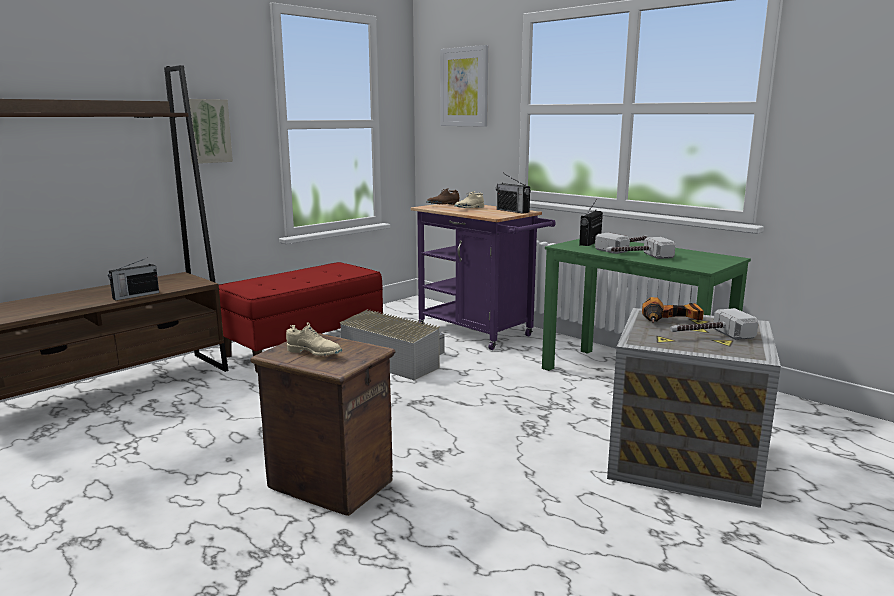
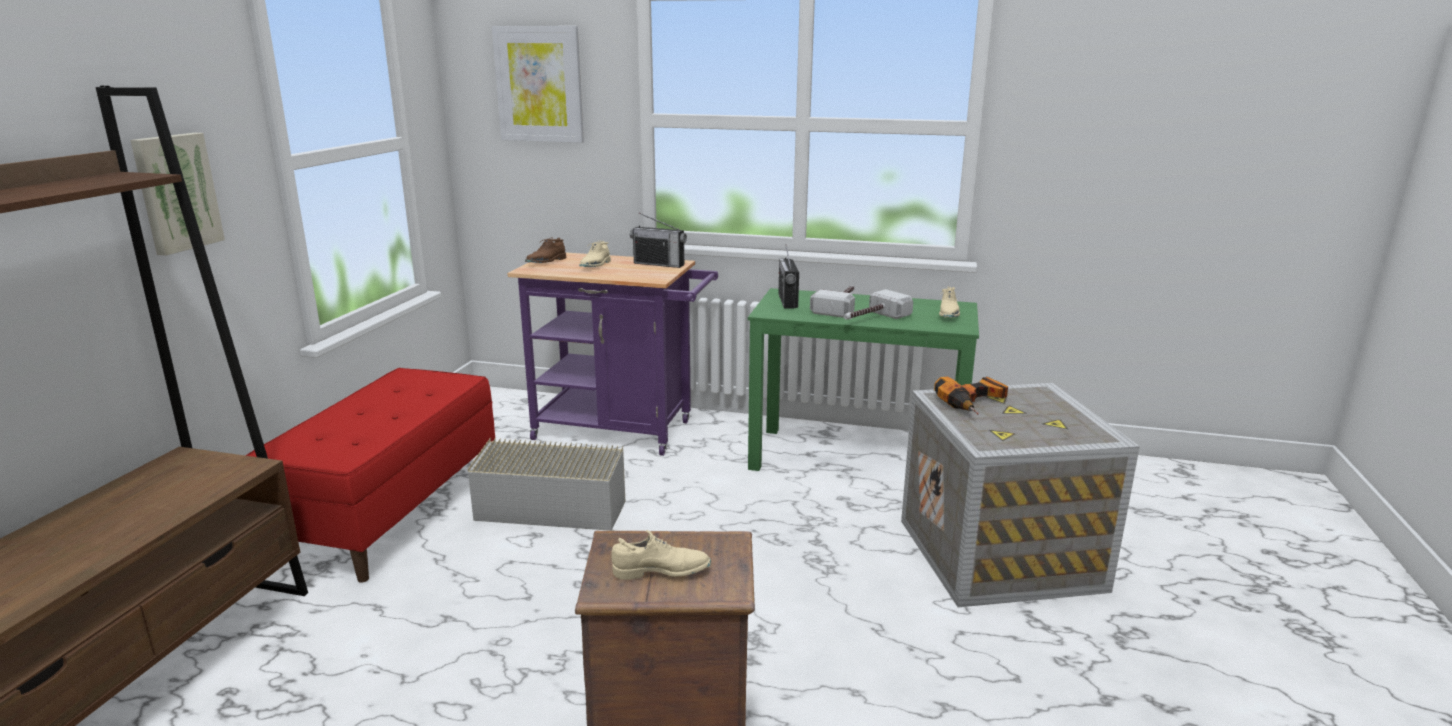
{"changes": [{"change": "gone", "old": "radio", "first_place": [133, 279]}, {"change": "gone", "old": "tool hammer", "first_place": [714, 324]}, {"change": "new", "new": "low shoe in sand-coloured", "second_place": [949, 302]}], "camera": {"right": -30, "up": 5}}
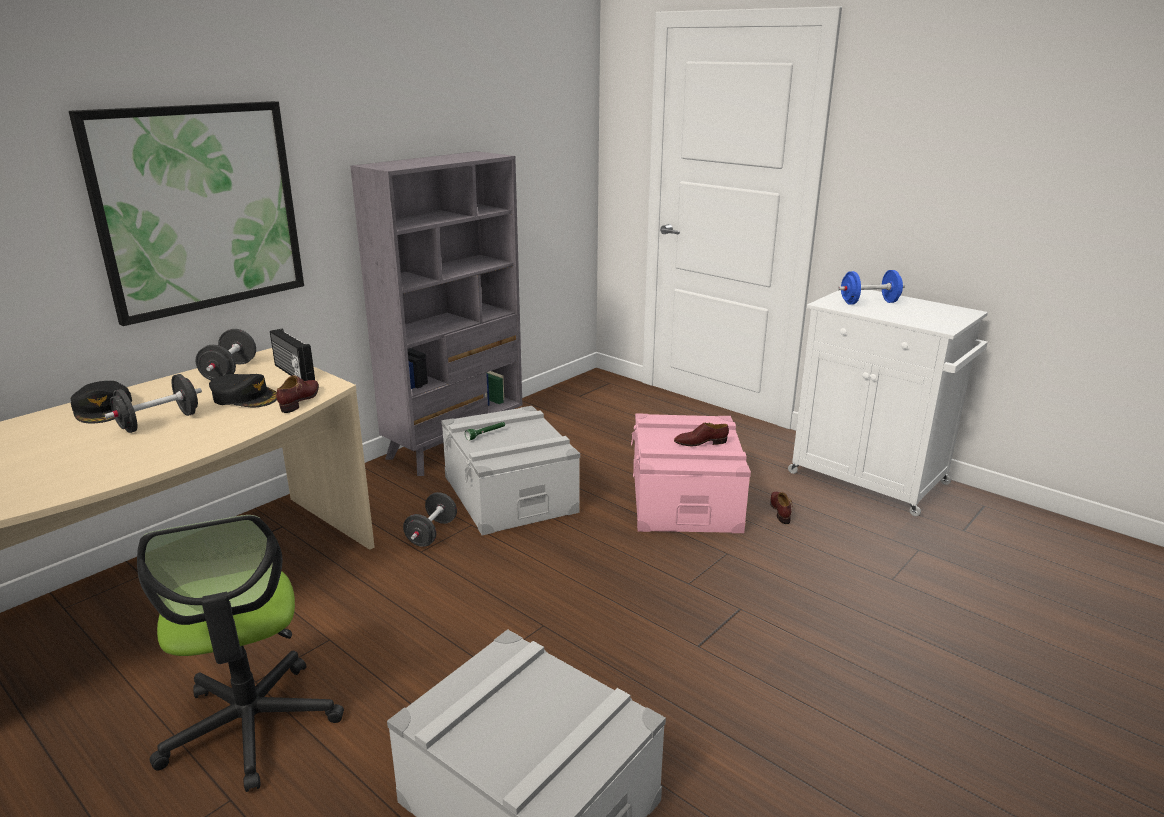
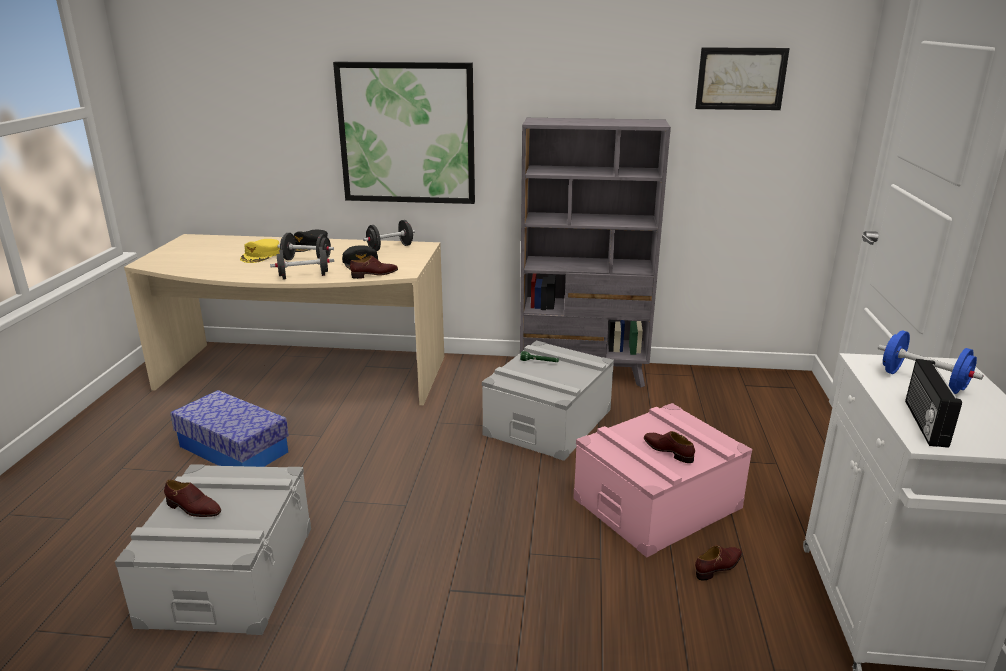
{"changes": [{"change": "shifted", "old": "radio", "first_place": [292, 355], "second_place": [933, 403]}, {"change": "shifted", "old": "free weight in blackish", "first_place": [430, 519], "second_place": [302, 263]}, {"change": "swapped", "old": "office chair", "new": "storage container", "first_place": [240, 653], "second_place": [229, 428]}, {"change": "new", "new": "wall picture", "second_place": [742, 78]}, {"change": "new", "new": "peaked cap in yellow-coloured", "second_place": [260, 251]}, {"change": "new", "new": "low shoe in brownish", "second_place": [192, 498]}], "camera": {"right": 55, "up": 0}}
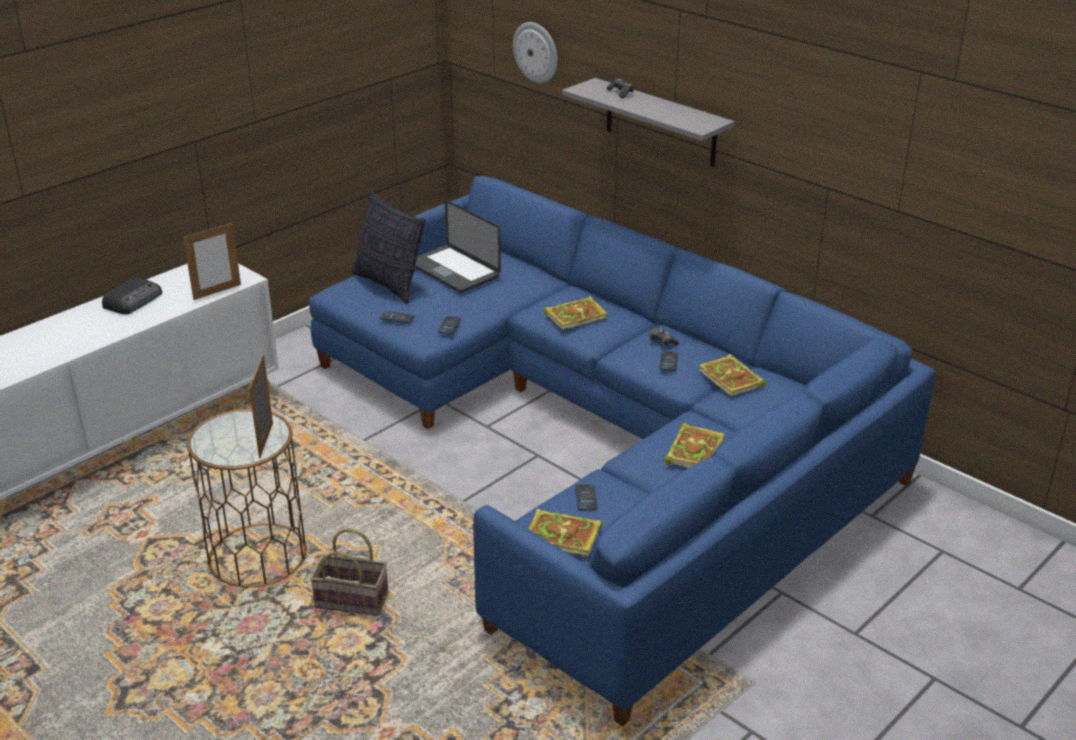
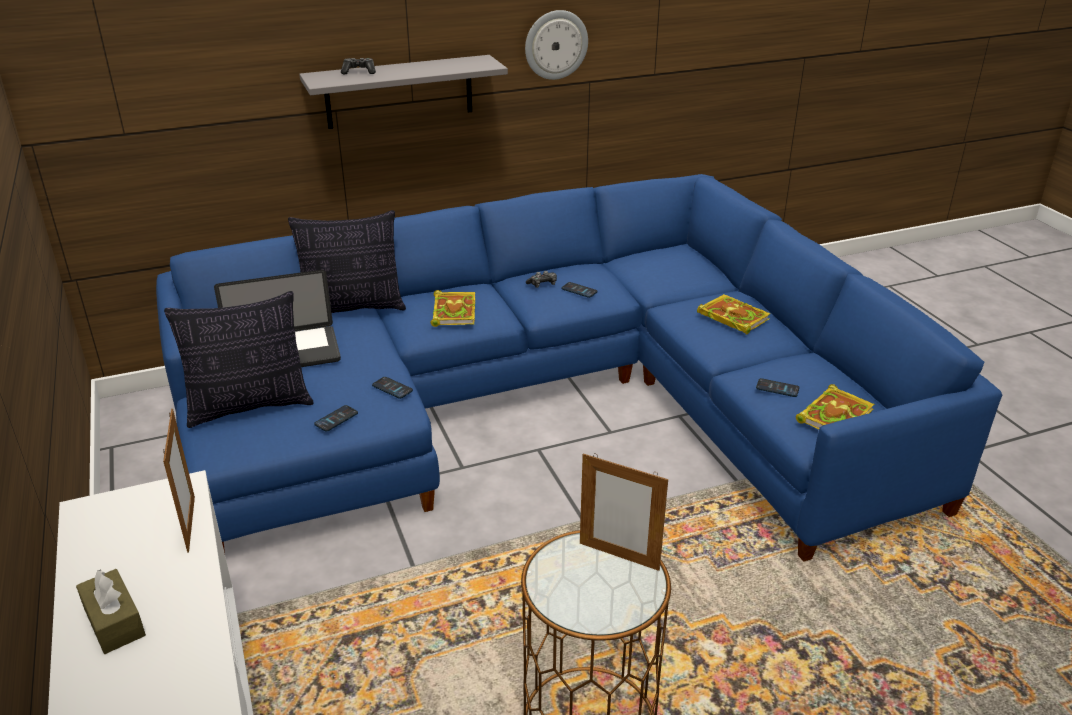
{"changes": [{"change": "shifted", "old": "hanging clock", "first_place": [535, 52], "second_place": [556, 45]}, {"change": "swapped", "old": "radio", "new": "tissue box in brownish", "first_place": [132, 295], "second_place": [111, 611]}, {"change": "gone", "old": "bound book", "first_place": [732, 375]}, {"change": "gone", "old": "household basket", "first_place": [349, 572]}, {"change": "new", "new": "pillow", "second_place": [347, 261]}], "camera": {"right": -65, "up": 0}}
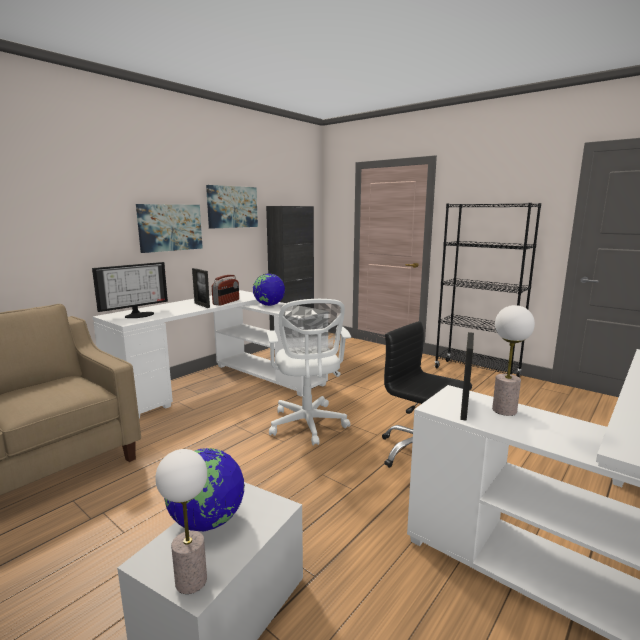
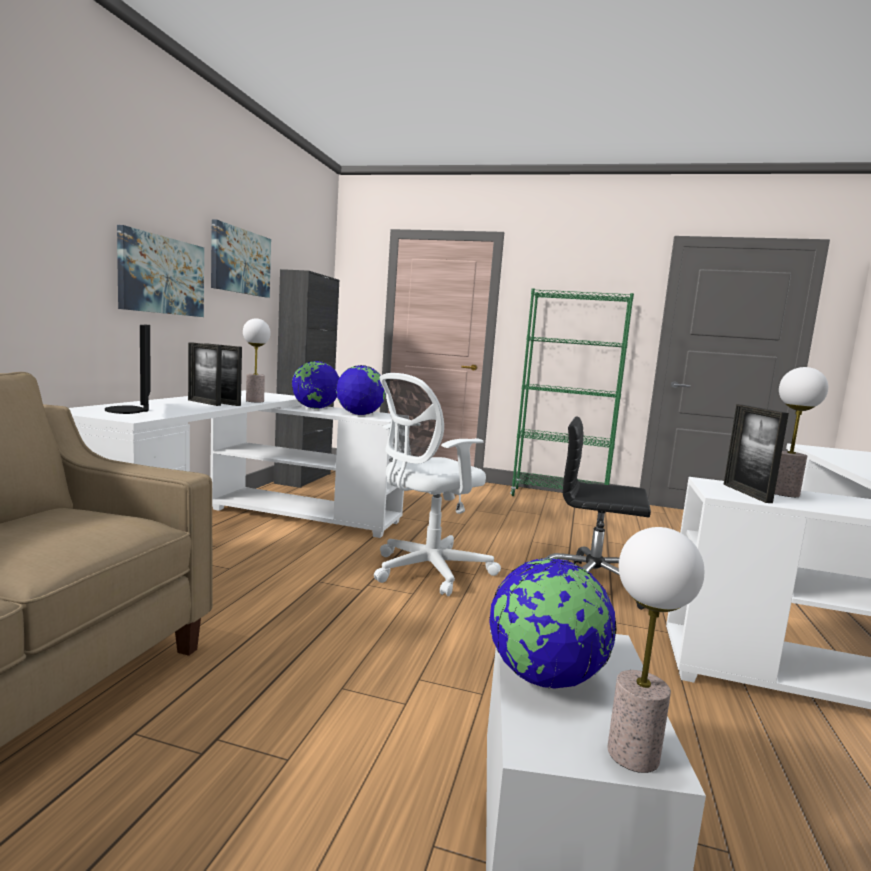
{"changes": [{"change": "repainted", "old": "bookshelf in blackish", "new": "bookshelf in greenish", "first_place": [488, 290], "second_place": [572, 392]}, {"change": "rotated", "old": "computer display", "first_place": [130, 290], "second_place": [128, 369], "degrees": 135}, {"change": "swapped", "old": "radio", "new": "tabletop lamp", "first_place": [225, 290], "second_place": [257, 360]}, {"change": "rotated", "old": "office chair in white", "first_place": [308, 372], "second_place": [437, 485], "degrees": 90}, {"change": "new", "new": "standing frame", "second_place": [205, 374]}, {"change": "new", "new": "world globe", "second_place": [361, 390]}], "camera": {"right": -25, "up": -5}}
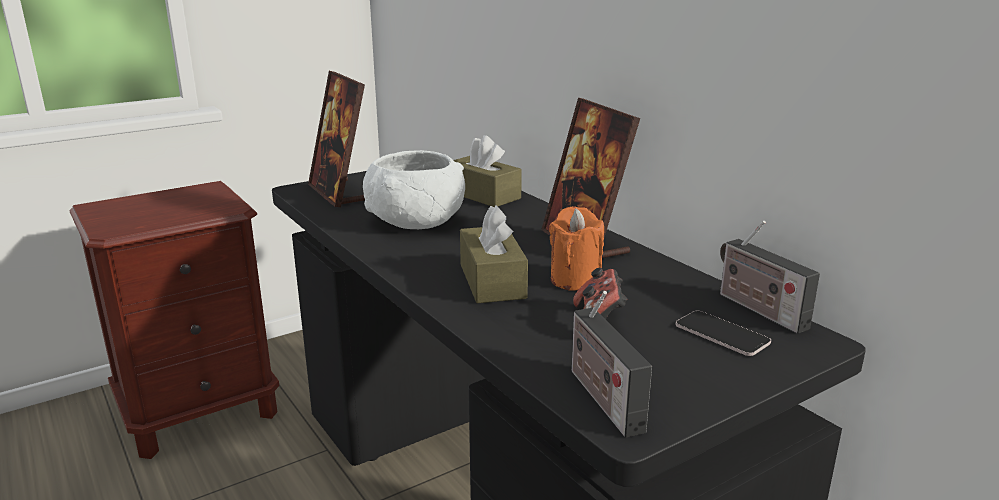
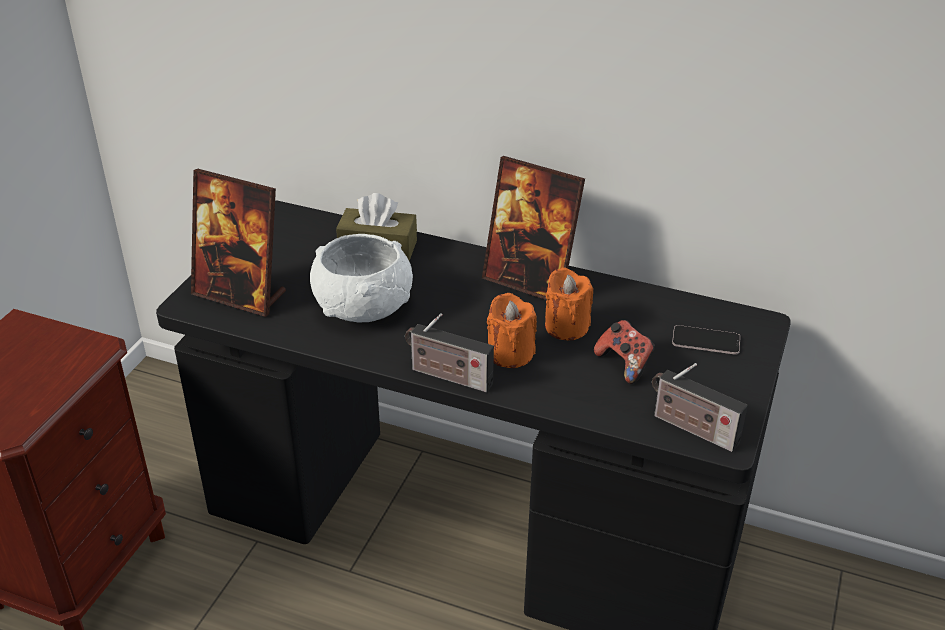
{"changes": [{"change": "swapped", "old": "tissue box in brownish", "new": "candle in orange-coloured", "first_place": [494, 254], "second_place": [512, 330]}, {"change": "shifted", "old": "radio", "first_place": [770, 277], "second_place": [449, 353]}], "camera": {"right": -35, "up": 15}}
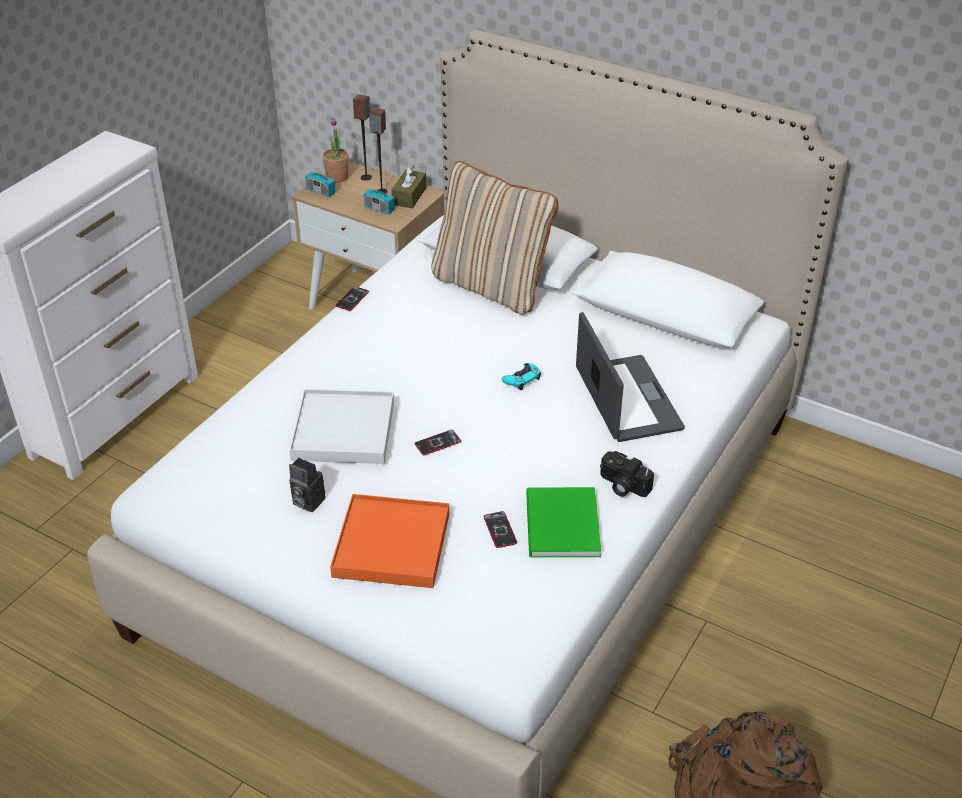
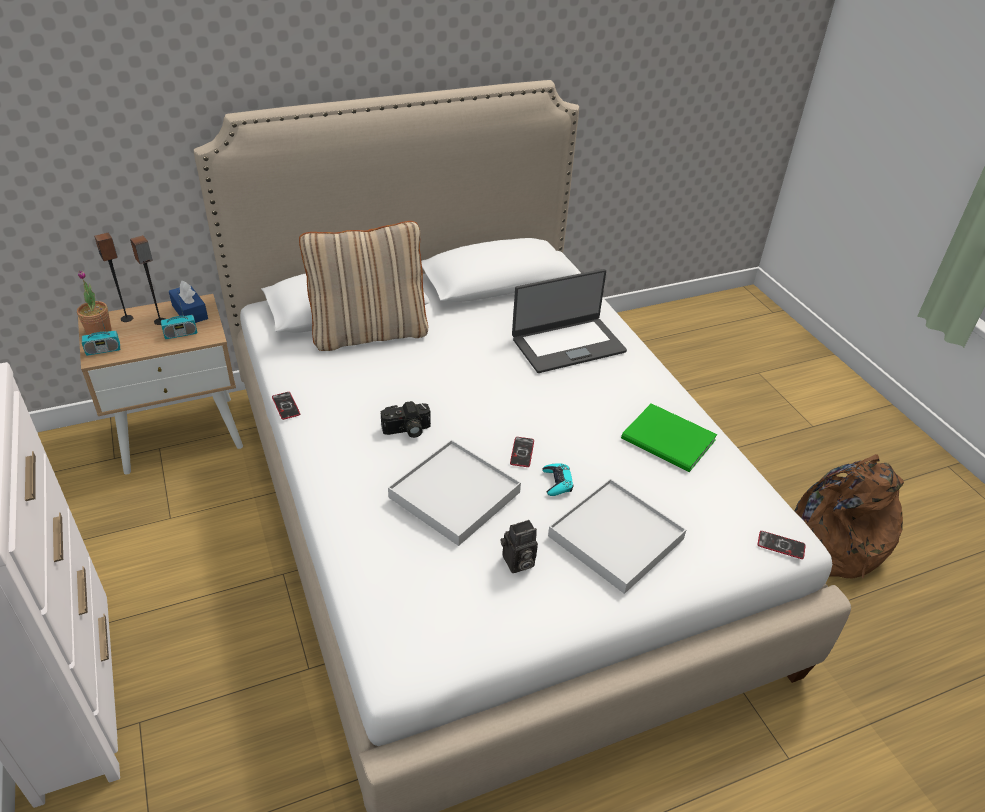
{"changes": [{"change": "repainted", "old": "tissue box in brownish", "new": "tissue box in blue-coloured", "first_place": [408, 186], "second_place": [188, 302]}, {"change": "rotated", "old": "notebook computer", "first_place": [630, 377], "second_place": [569, 321], "degrees": 135}, {"change": "shifted", "old": "gamepad in turquoise-coloured", "first_place": [521, 376], "second_place": [557, 480]}, {"change": "shifted", "old": "photo camera", "first_place": [627, 474], "second_place": [406, 419]}, {"change": "repainted", "old": "carrying tray in orange-coloured", "new": "carrying tray in white", "first_place": [389, 541], "second_place": [617, 536]}, {"change": "shifted", "old": "telephone", "first_place": [500, 529], "second_place": [781, 545]}], "camera": {"right": -55, "up": 0}}
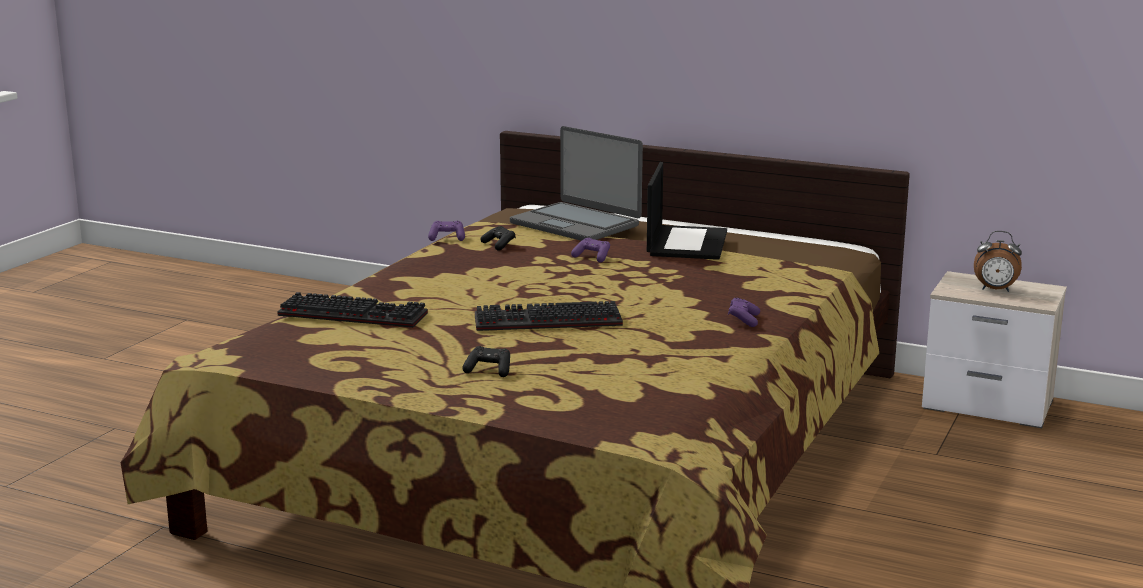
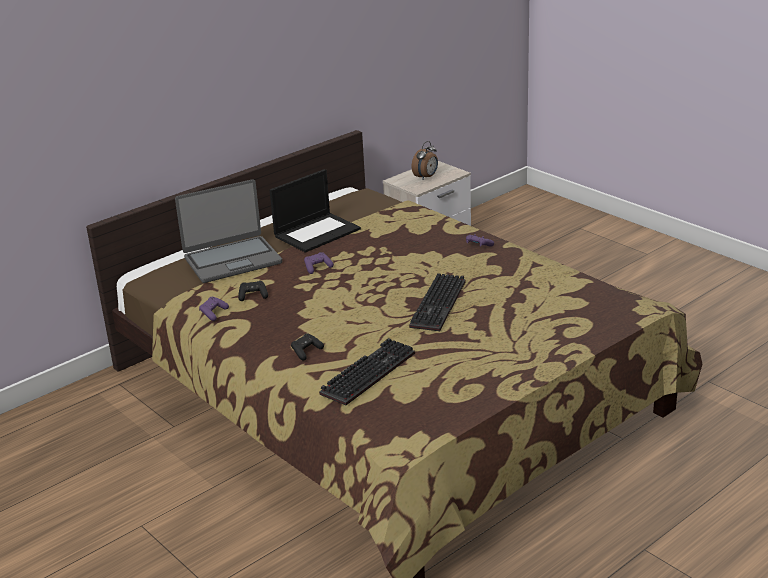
{"changes": [{"change": "rotated", "old": "notebook computer", "first_place": [687, 211], "second_place": [315, 211], "degrees": 105}, {"change": "shifted", "old": "gamepad in blackish", "first_place": [486, 361], "second_place": [307, 347]}], "camera": {"right": -65, "up": 10}}
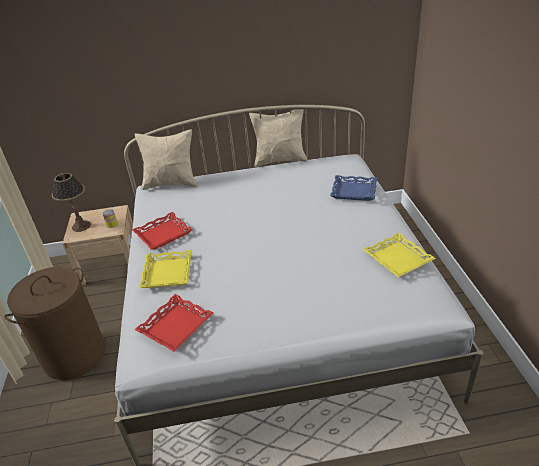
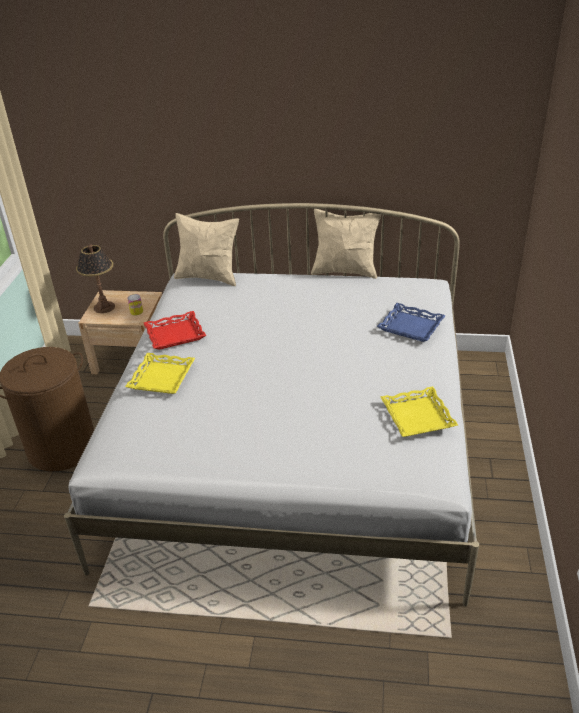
{"changes": [{"change": "gone", "old": "carrying tray in red", "first_place": [173, 323]}], "camera": {"right": 15, "up": 0}}
